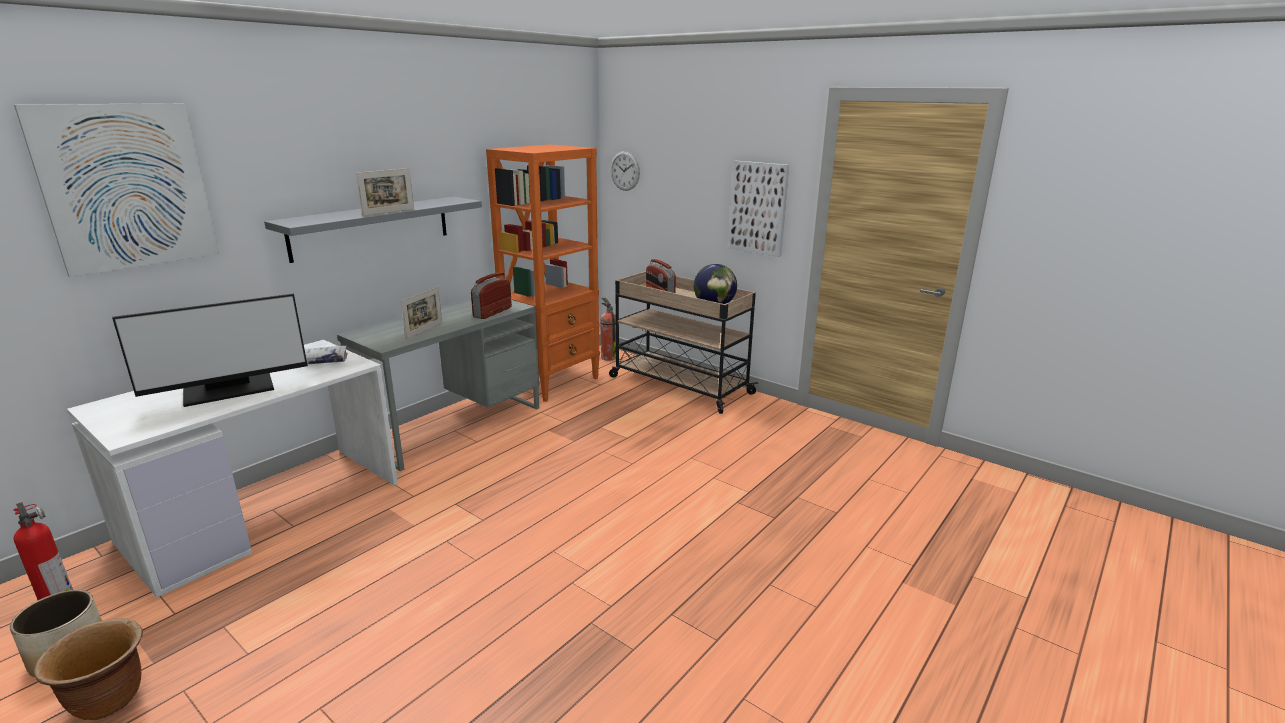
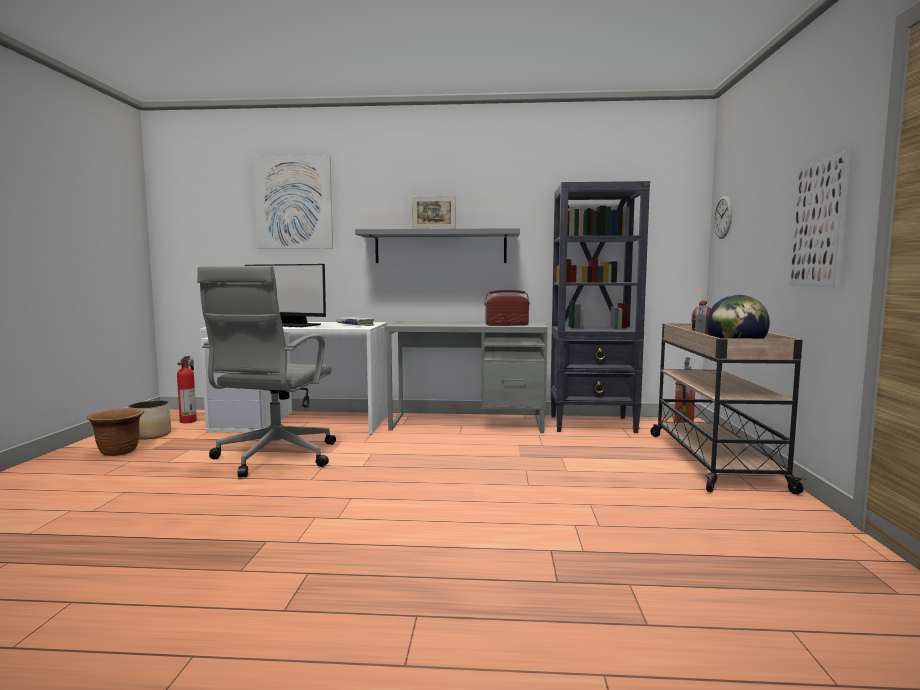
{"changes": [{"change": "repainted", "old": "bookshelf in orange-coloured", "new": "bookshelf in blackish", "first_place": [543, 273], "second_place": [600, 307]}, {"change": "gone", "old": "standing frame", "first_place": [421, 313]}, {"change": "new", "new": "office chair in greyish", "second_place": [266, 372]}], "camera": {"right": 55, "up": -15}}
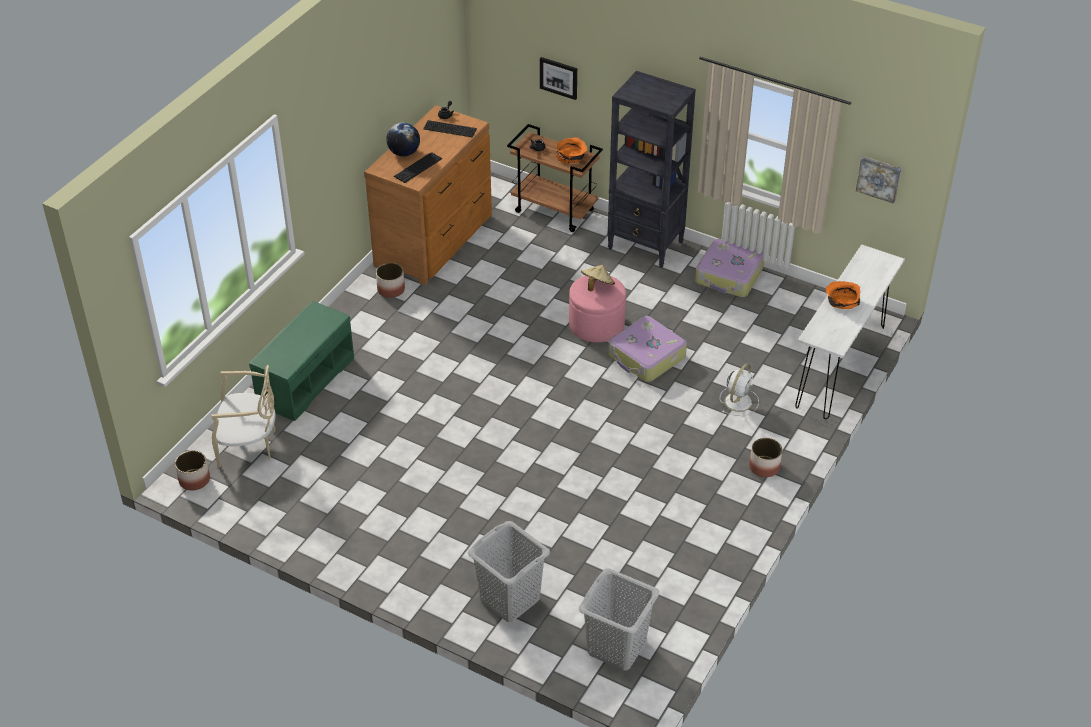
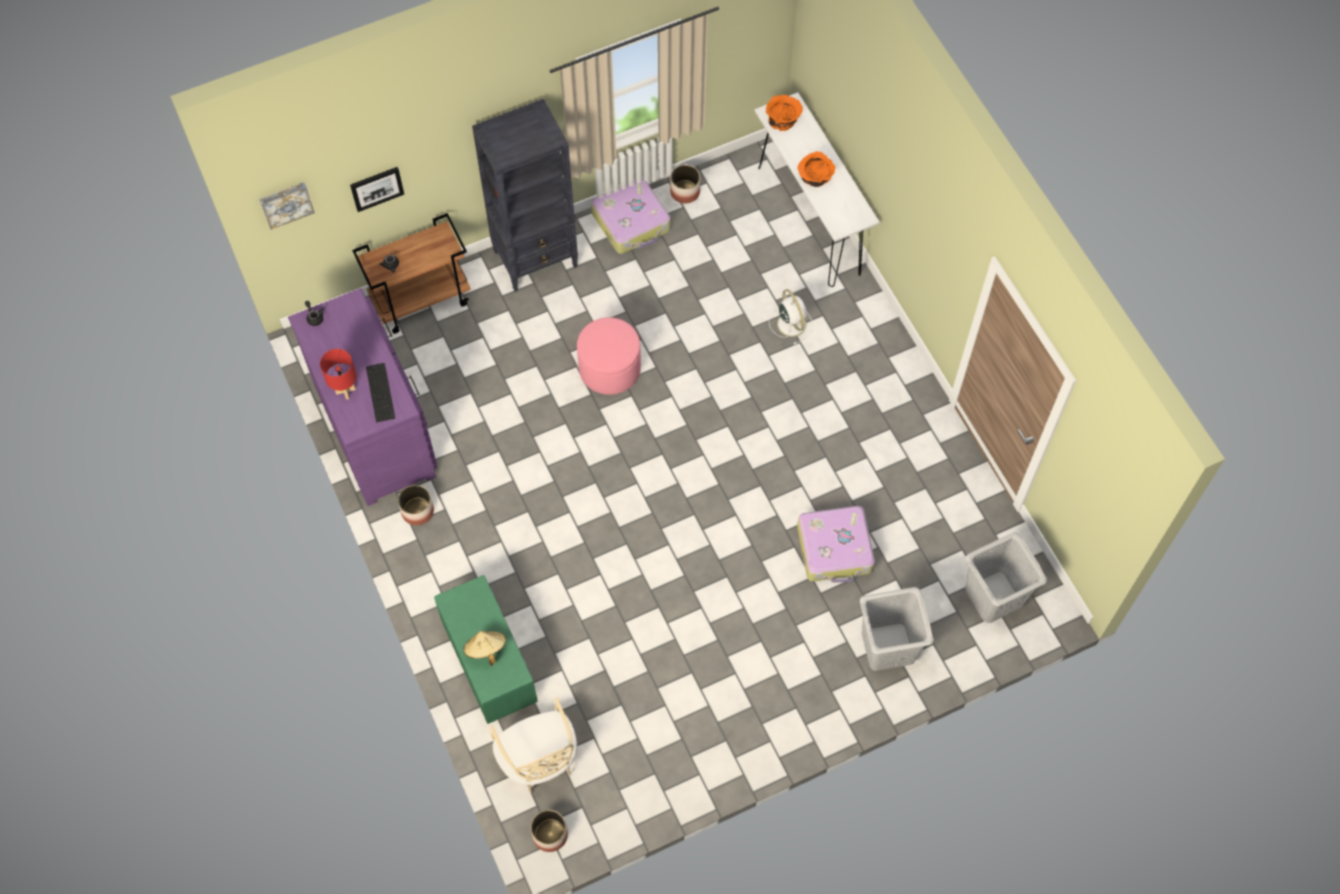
{"changes": [{"change": "repainted", "old": "chest of drawers in brownish", "new": "chest of drawers in purplish", "first_place": [428, 195], "second_place": [363, 397]}, {"change": "gone", "old": "PC keyboard", "first_place": [450, 128]}, {"change": "swapped", "old": "world globe", "new": "tabletop lamp in red", "first_place": [403, 139], "second_place": [338, 374]}, {"change": "shifted", "old": "deep dish in orange-coloured", "first_place": [571, 150], "second_place": [784, 113]}, {"change": "shifted", "old": "wall picture", "first_place": [878, 180], "second_place": [287, 206]}, {"change": "shifted", "old": "clothing hat in sand-coloured", "first_place": [598, 278], "second_place": [484, 648]}, {"change": "shifted", "old": "travel case", "first_place": [647, 349], "second_place": [836, 544]}, {"change": "rotated", "old": "plain chair in sand-coloured", "first_place": [243, 416], "second_place": [533, 745], "degrees": 120}, {"change": "shifted", "old": "flower pot", "first_place": [765, 457], "second_place": [685, 184]}], "camera": {"right": -55, "up": 20}}
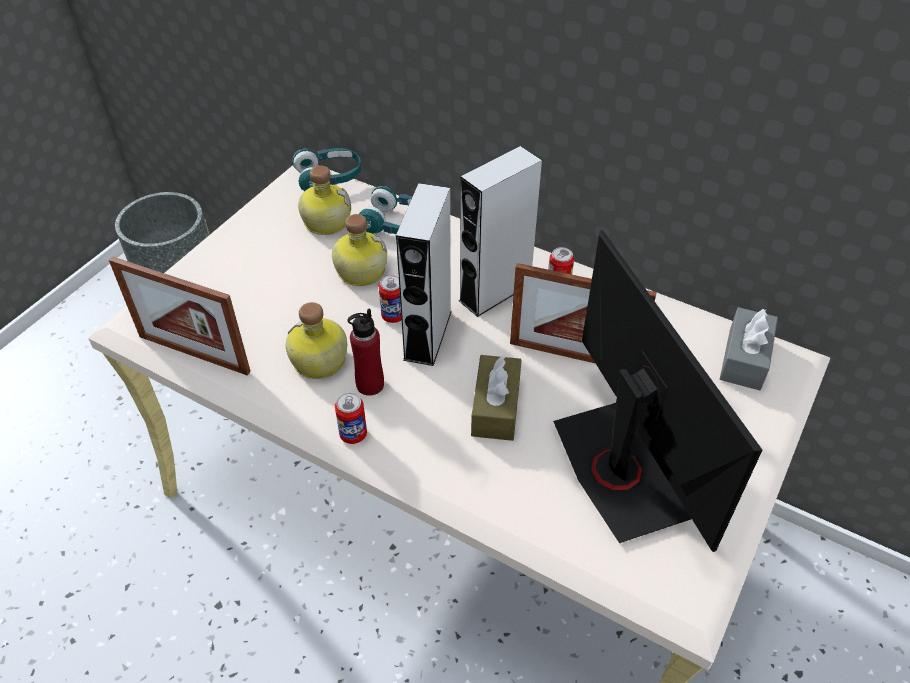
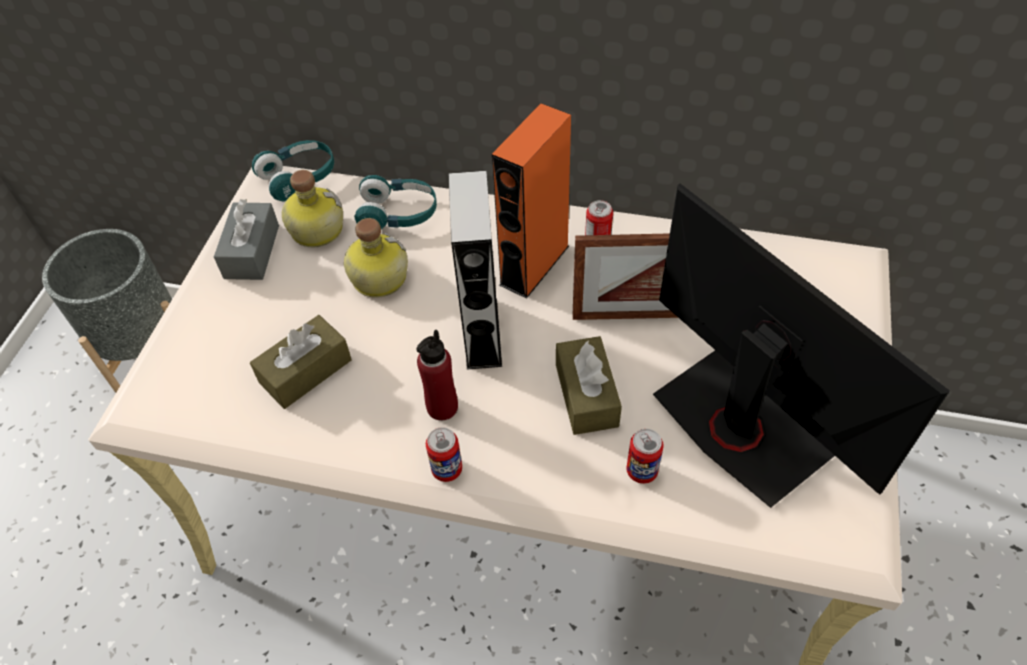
{"changes": [{"change": "repainted", "old": "speaker in greyish", "new": "speaker in orange-coloured", "first_place": [500, 231], "second_place": [531, 201]}, {"change": "gone", "old": "standing frame", "first_place": [180, 316]}, {"change": "shifted", "old": "can", "first_place": [390, 299], "second_place": [645, 456]}, {"change": "gone", "old": "drink bottle", "first_place": [316, 340]}, {"change": "shifted", "old": "tissue box in greyish", "first_place": [749, 348], "second_place": [246, 239]}, {"change": "new", "new": "tissue box in brownish", "second_place": [301, 362]}], "camera": {"right": -15, "up": 5}}
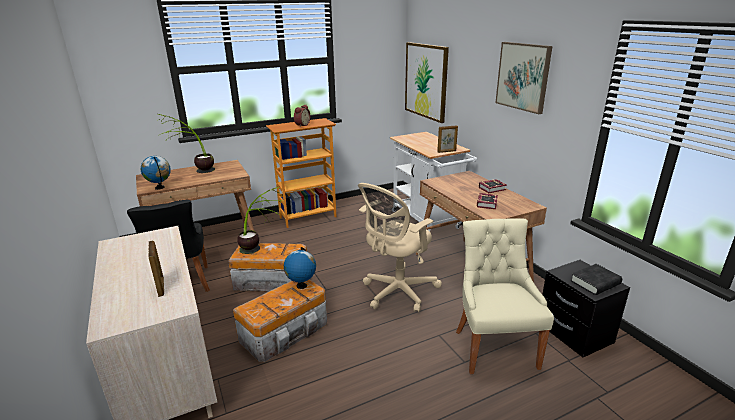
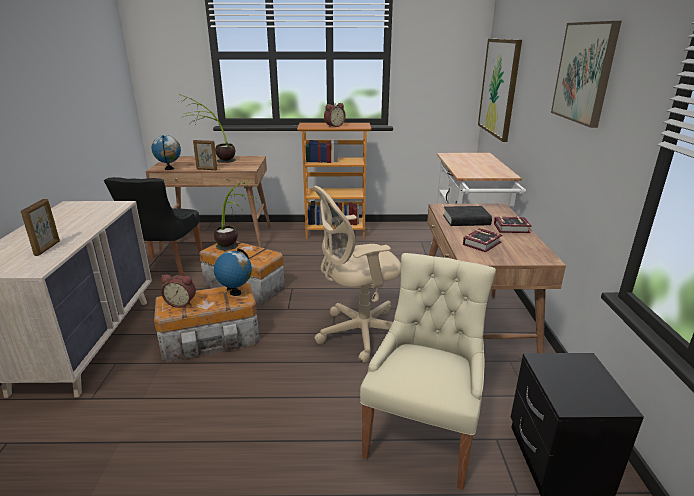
{"changes": [{"change": "shifted", "old": "standing frame", "first_place": [447, 139], "second_place": [205, 155]}, {"change": "shifted", "old": "bound book in blackish", "first_place": [596, 279], "second_place": [467, 216]}, {"change": "new", "new": "table clock", "second_place": [178, 291]}], "camera": {"right": 25, "up": 0}}
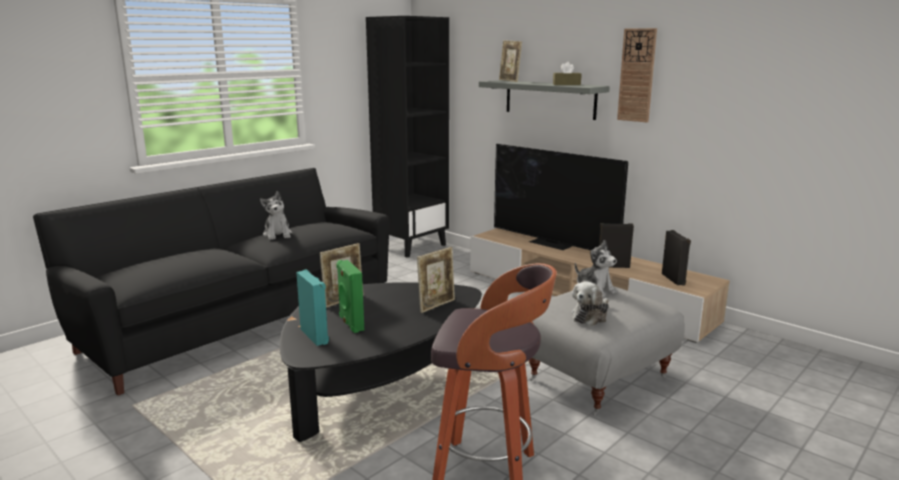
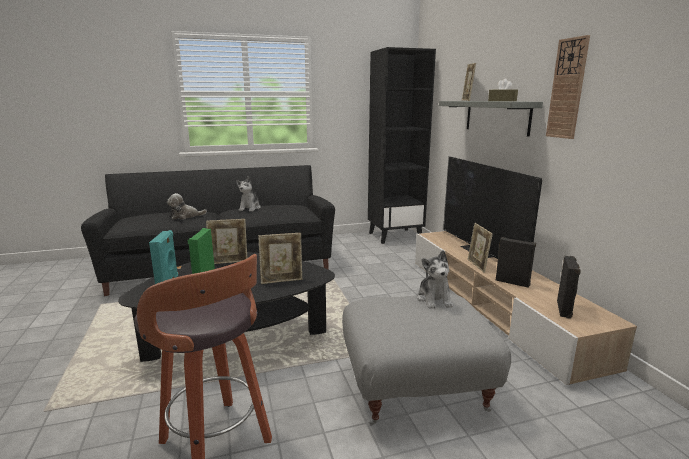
{"changes": [{"change": "shifted", "old": "plush toy", "first_place": [590, 304], "second_place": [187, 206]}, {"change": "new", "new": "standing frame", "second_place": [480, 247]}], "camera": {"right": 30, "up": 0}}
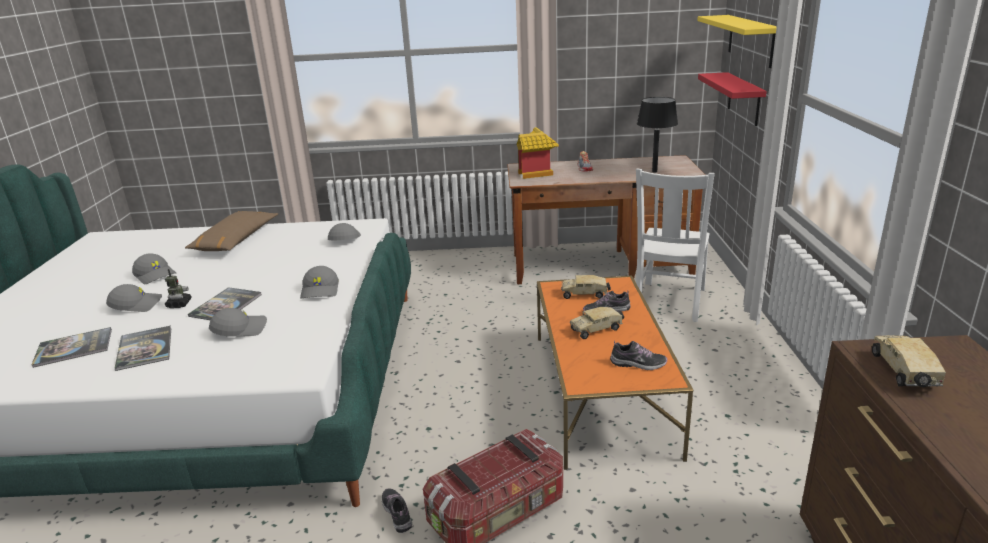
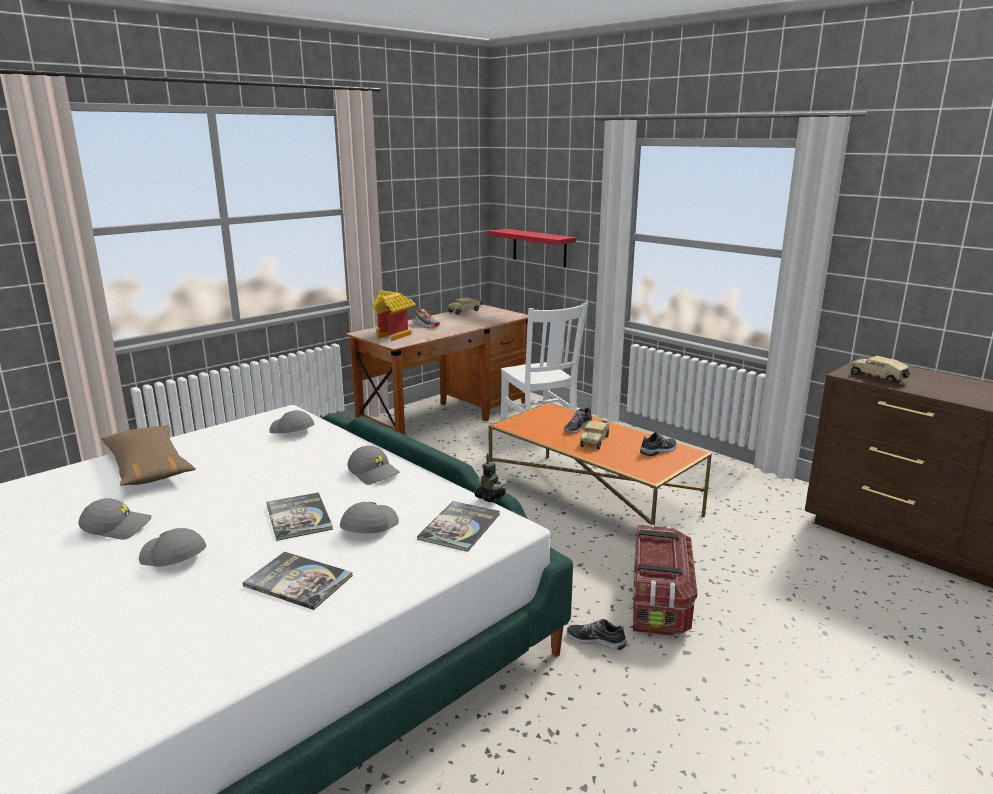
{"changes": [{"change": "gone", "old": "bracket shelf in yellow-coloured", "first_place": [737, 41]}, {"change": "gone", "old": "tabletop lamp in blackish", "first_place": [657, 135]}, {"change": "shifted", "old": "toy robot", "first_place": [178, 288], "second_place": [491, 478]}, {"change": "shifted", "old": "toy truck", "first_place": [586, 287], "second_place": [465, 306]}, {"change": "rotated", "old": "peaked cap in greyish", "first_place": [134, 298], "second_place": [172, 547], "degrees": -90}, {"change": "shifted", "old": "bound book", "first_place": [72, 347], "second_place": [458, 526]}], "camera": {"right": -45, "up": -5}}
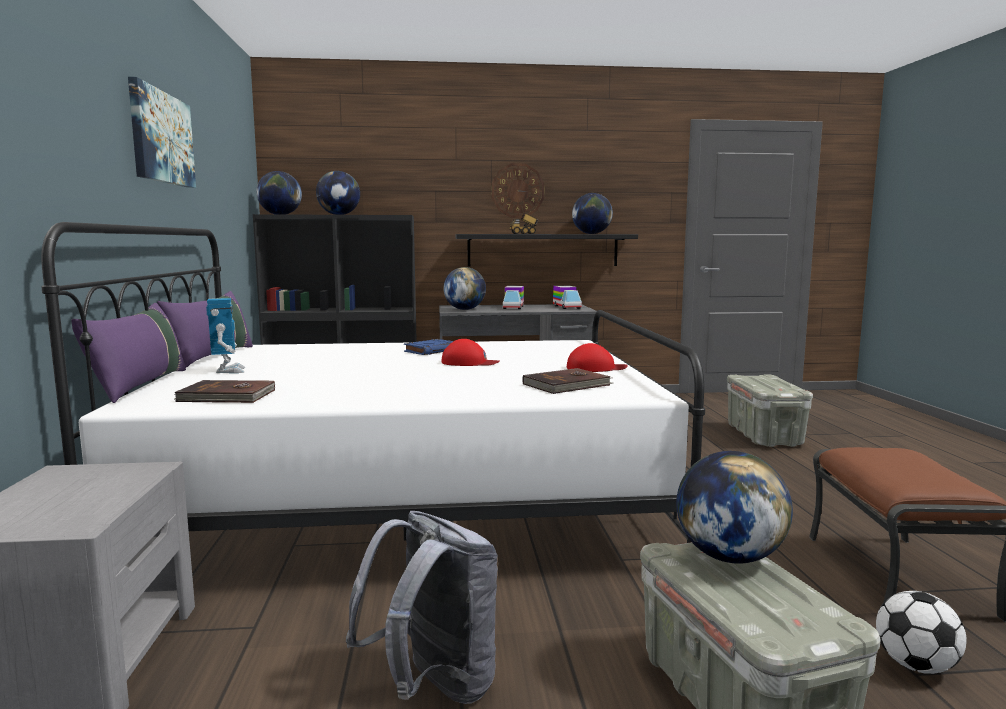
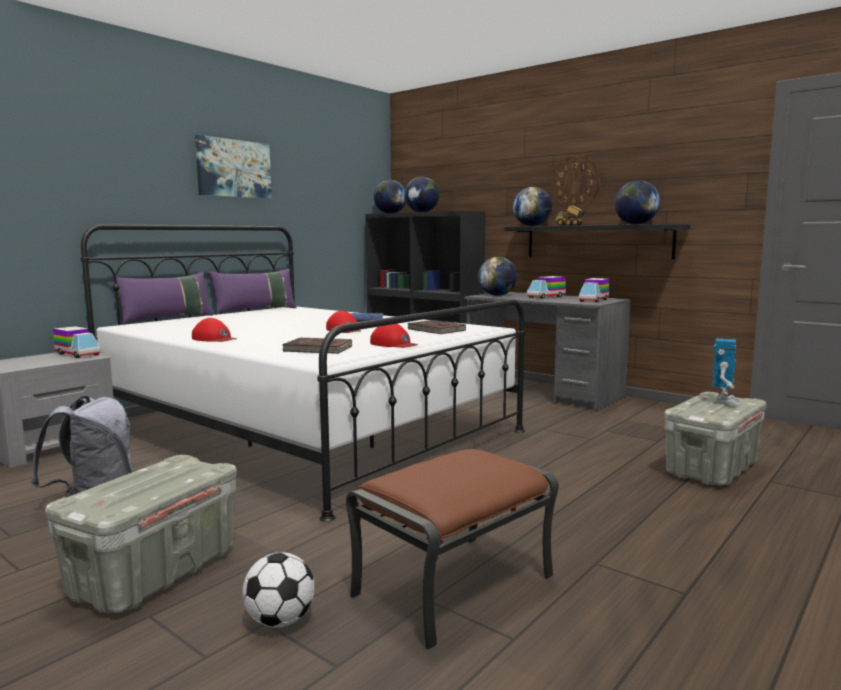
{"changes": [{"change": "shifted", "old": "toy robot", "first_place": [225, 335], "second_place": [726, 372]}, {"change": "shifted", "old": "bound book in brownish", "first_place": [224, 391], "second_place": [436, 327]}, {"change": "shifted", "old": "world globe", "first_place": [734, 507], "second_place": [532, 206]}, {"change": "new", "new": "peaked cap in red", "second_place": [214, 330]}, {"change": "new", "new": "toy truck", "second_place": [77, 342]}], "camera": {"right": 45, "up": 0}}
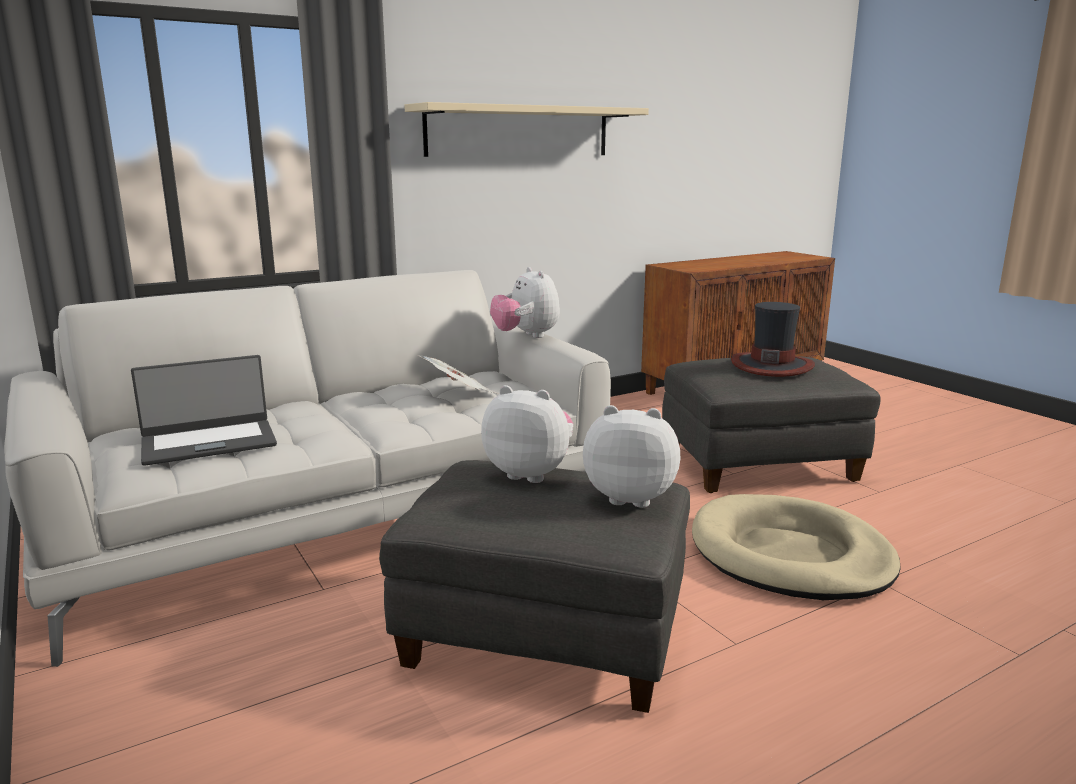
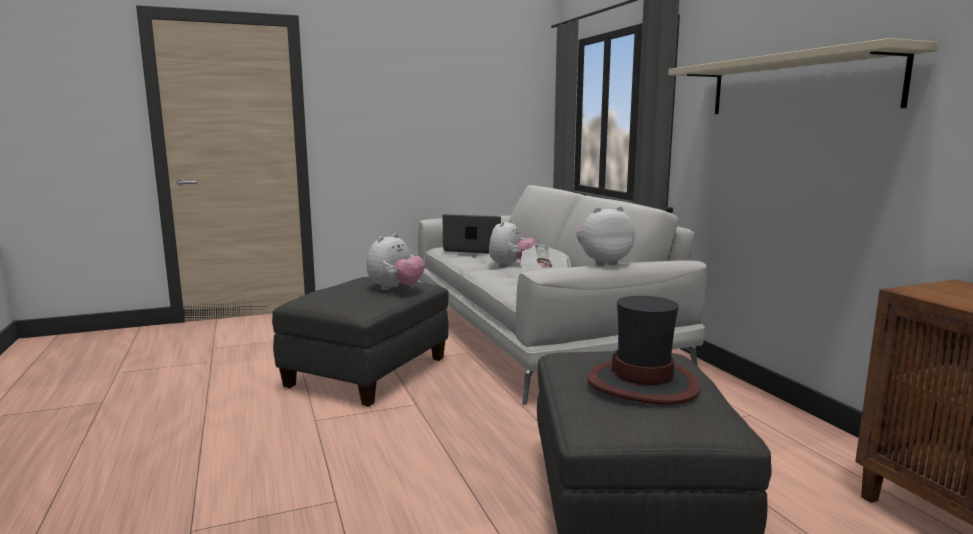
{"changes": [{"change": "rotated", "old": "notebook computer", "first_place": [204, 410], "second_place": [471, 233], "degrees": 120}, {"change": "shifted", "old": "plush toy", "first_place": [632, 456], "second_place": [512, 243]}, {"change": "gone", "old": "dog cushion in sand-coloured", "first_place": [796, 547]}], "camera": {"right": 100, "up": -5}}
